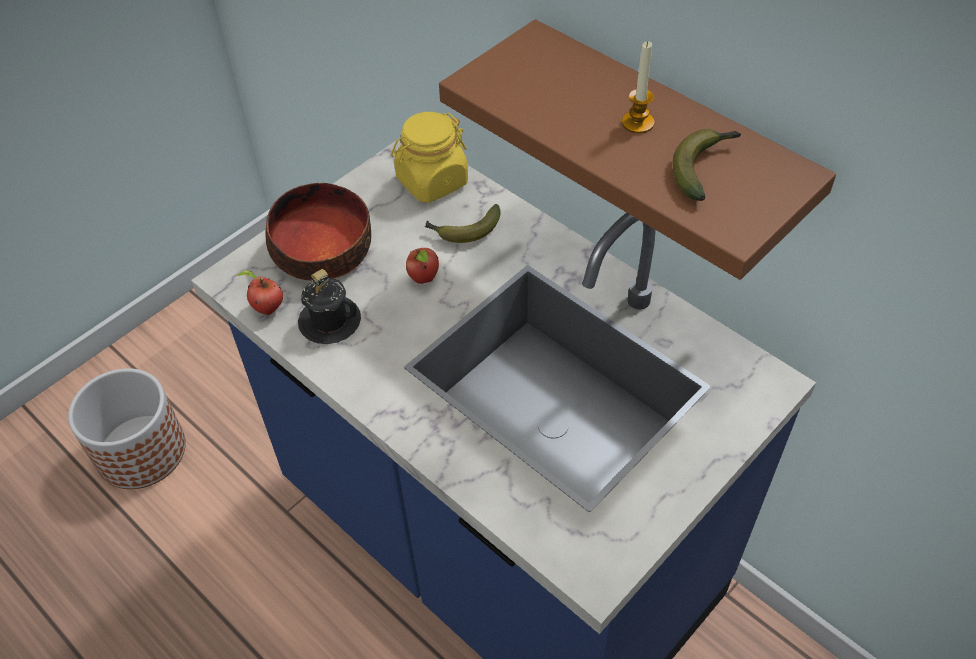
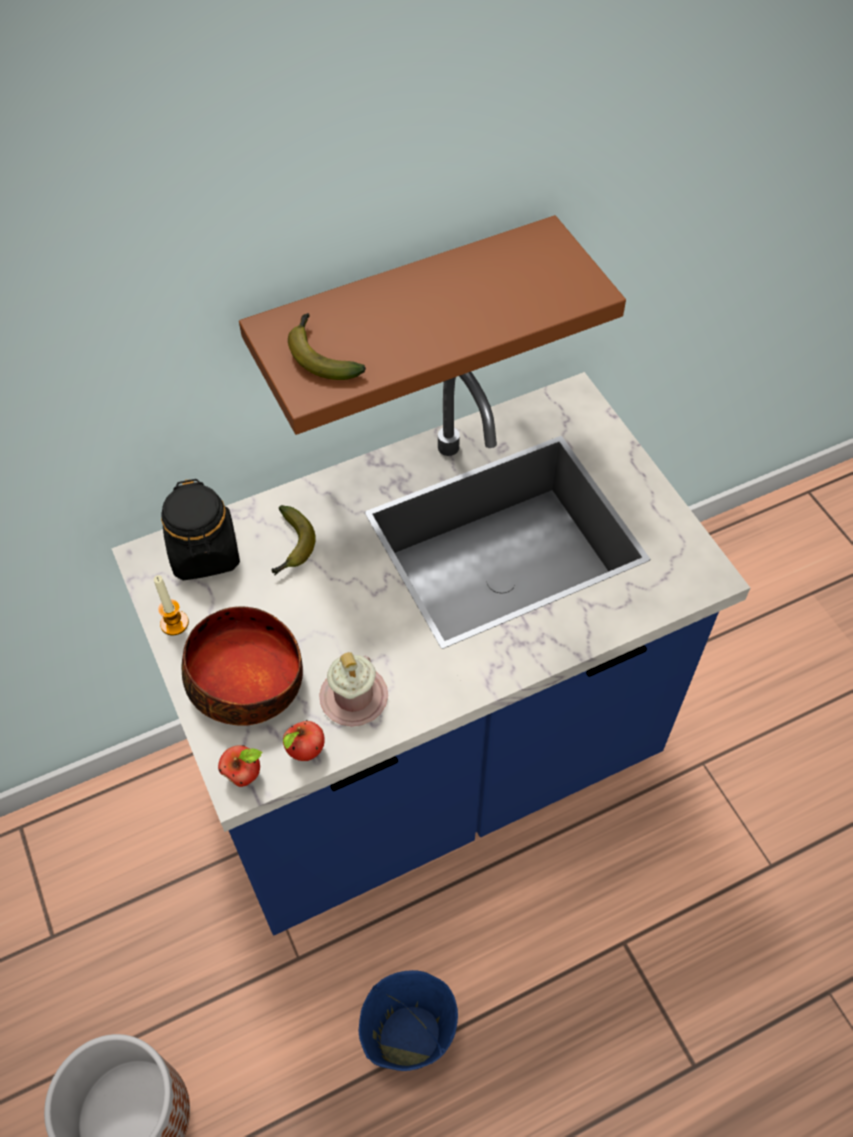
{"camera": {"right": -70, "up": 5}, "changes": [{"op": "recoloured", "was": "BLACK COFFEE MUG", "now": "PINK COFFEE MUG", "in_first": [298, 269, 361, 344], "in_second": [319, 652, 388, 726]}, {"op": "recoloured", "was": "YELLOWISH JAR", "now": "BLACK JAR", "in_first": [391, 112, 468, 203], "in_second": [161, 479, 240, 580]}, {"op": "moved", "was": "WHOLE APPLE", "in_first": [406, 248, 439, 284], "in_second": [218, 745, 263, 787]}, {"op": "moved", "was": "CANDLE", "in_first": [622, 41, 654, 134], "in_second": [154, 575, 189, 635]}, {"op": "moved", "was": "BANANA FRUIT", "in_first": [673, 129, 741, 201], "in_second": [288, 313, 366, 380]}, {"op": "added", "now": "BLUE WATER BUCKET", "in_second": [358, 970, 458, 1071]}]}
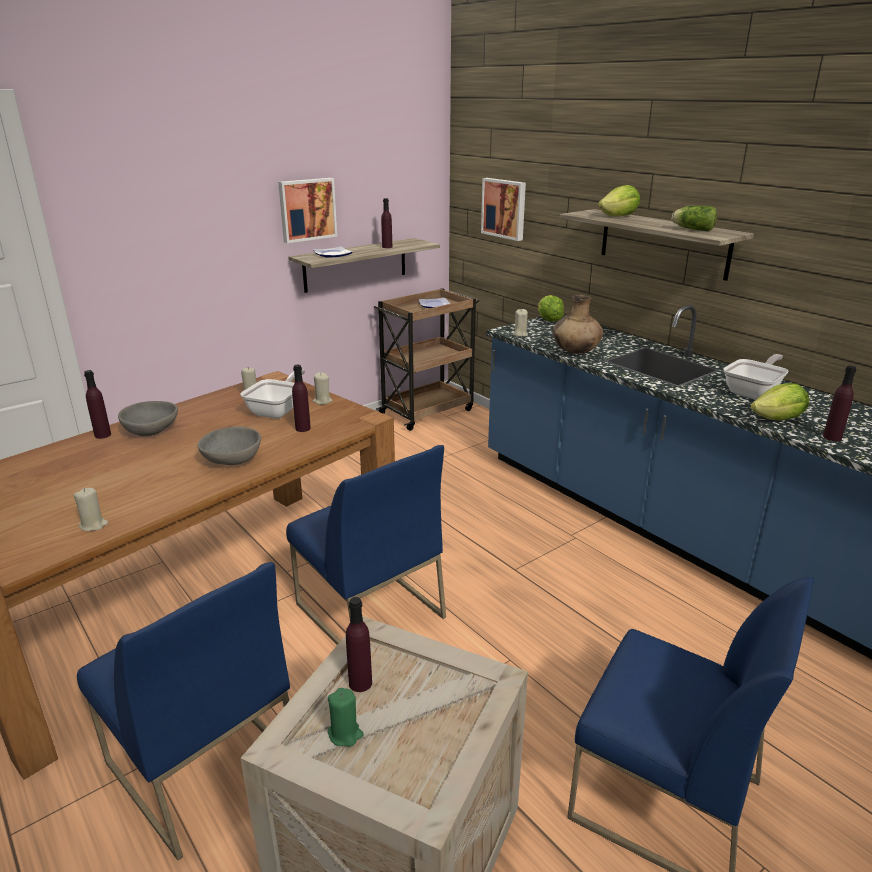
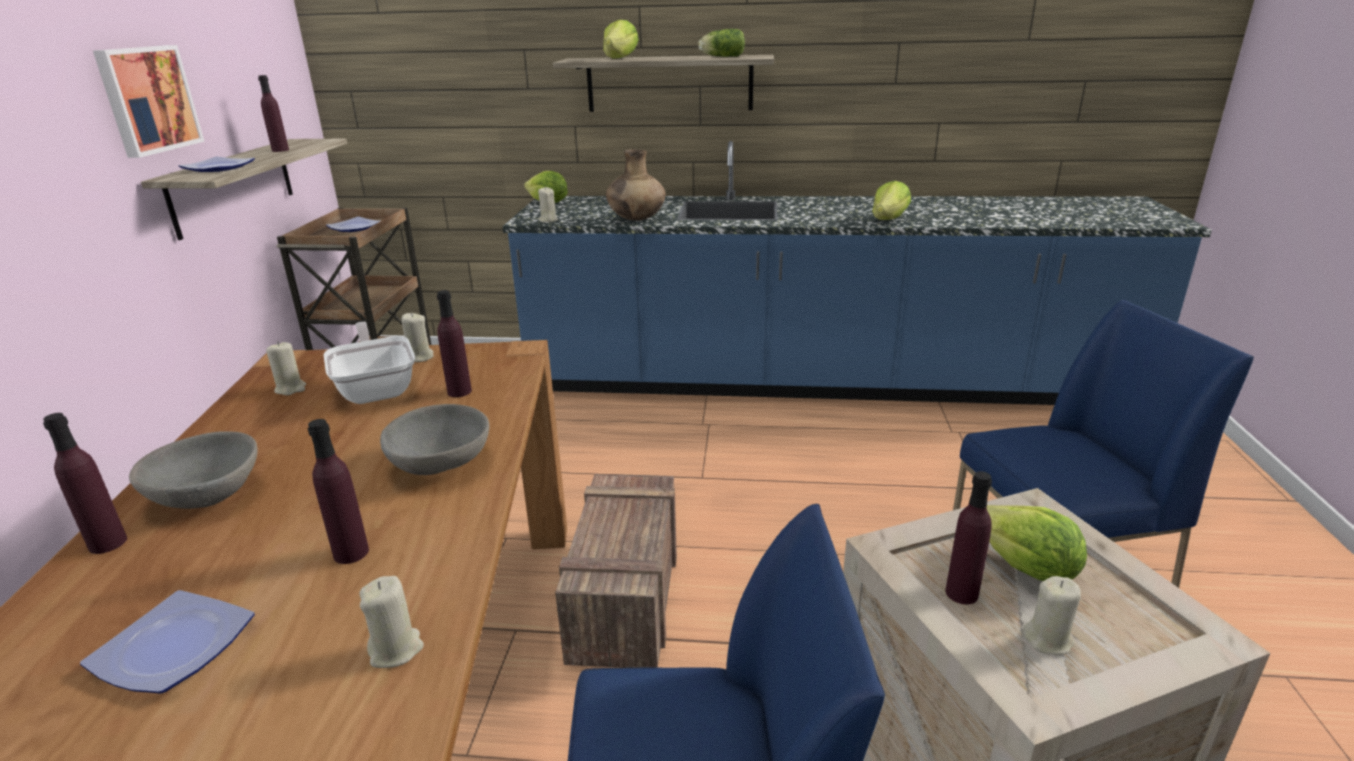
{"camera": {"right": -45, "up": 0}, "changes": [{"op": "replaced", "was": "BLUE CHAIR", "now": "SHIPPING CRATE", "in_first": [286, 445, 446, 645], "in_second": [555, 474, 677, 668]}, {"op": "recoloured", "was": "GREEN CANDLE", "now": "BEIGE-COLOURED CANDLE", "in_first": [328, 688, 364, 747], "in_second": [1023, 576, 1081, 655]}, {"op": "removed", "was": "WALL ART", "in_first": [481, 178, 526, 241]}, {"op": "removed", "was": "SKILLET", "in_first": [724, 354, 789, 400]}, {"op": "moved", "was": "PURPLE-COLOURED BEVERAGE BOTTLE", "in_first": [823, 365, 856, 441], "in_second": [308, 419, 369, 564]}, {"op": "added", "now": "FLAT DISH", "in_second": [80, 590, 254, 693]}, {"op": "added", "now": "LETTUCE HEAD", "in_second": [987, 505, 1087, 581]}]}
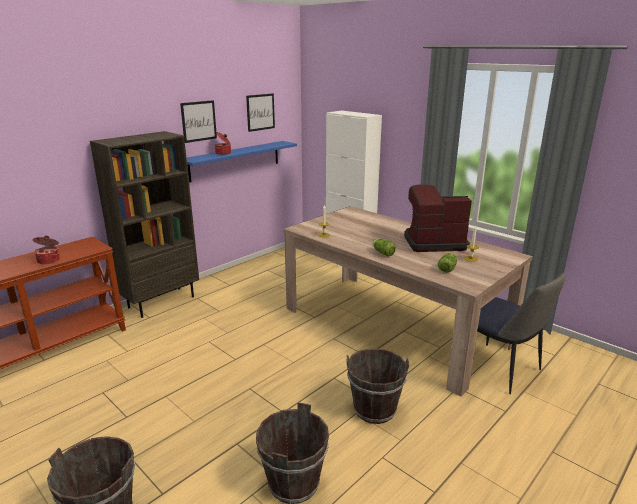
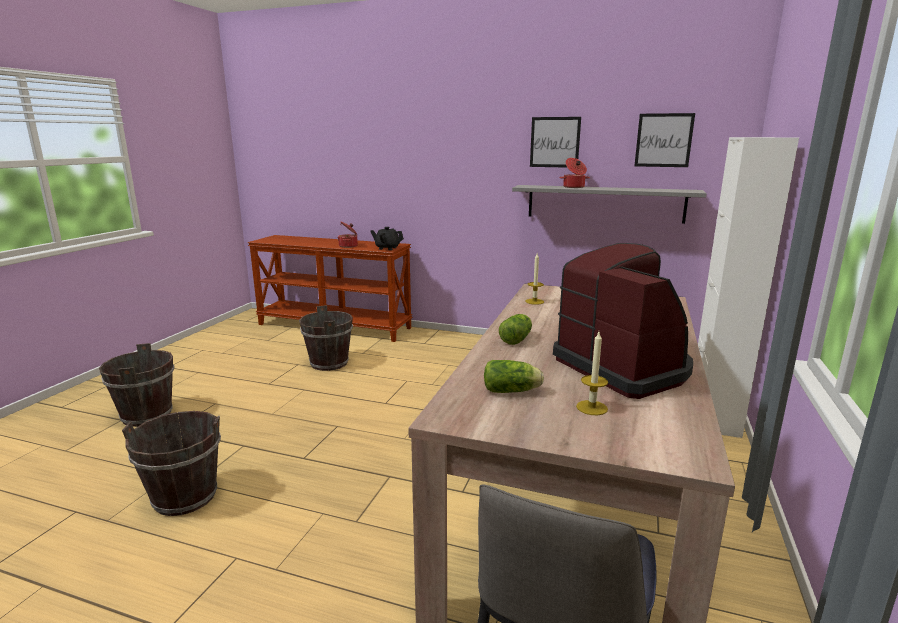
{"camera": {"right": 65, "up": -5}, "changes": [{"op": "removed", "was": "BROWN-COLOURED BOOKCASE", "in_first": [90, 131, 199, 318]}, {"op": "recoloured", "was": "BLUE WALL SHELF", "now": "GREY WALL SHELF", "in_first": [186, 141, 297, 182], "in_second": [512, 185, 707, 224]}, {"op": "moved", "was": "BROWN-COLOURED WATER BUCKET", "in_first": [347, 349, 409, 424], "in_second": [299, 305, 353, 371]}, {"op": "added", "now": "BLACK TEAPOT", "in_second": [370, 227, 404, 250]}]}
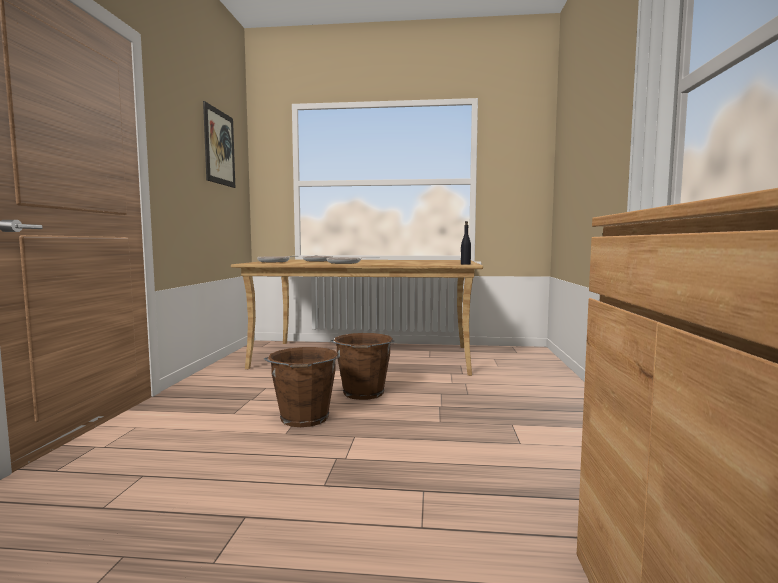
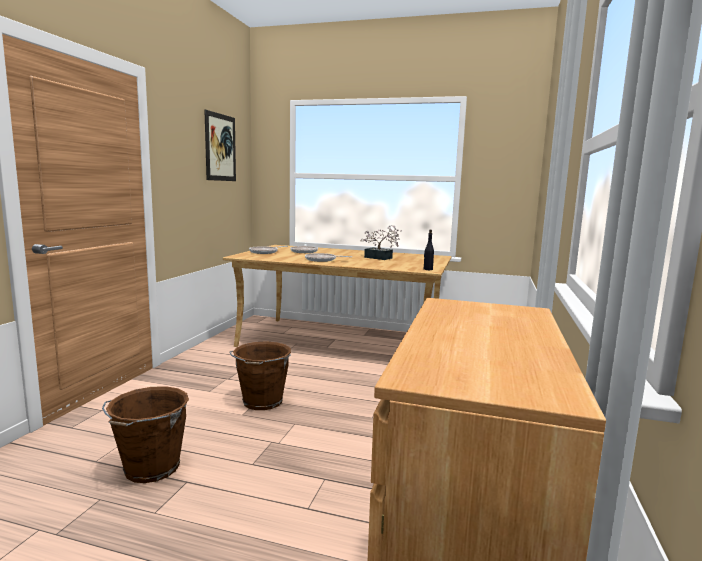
{"camera": {"right": 10, "up": 5}, "changes": [{"op": "moved", "was": "BROWN-COLOURED WATER BUCKET", "in_first": [330, 333, 394, 400], "in_second": [102, 386, 189, 483]}, {"op": "added", "now": "POTTED PLANT", "in_second": [360, 225, 402, 260]}]}
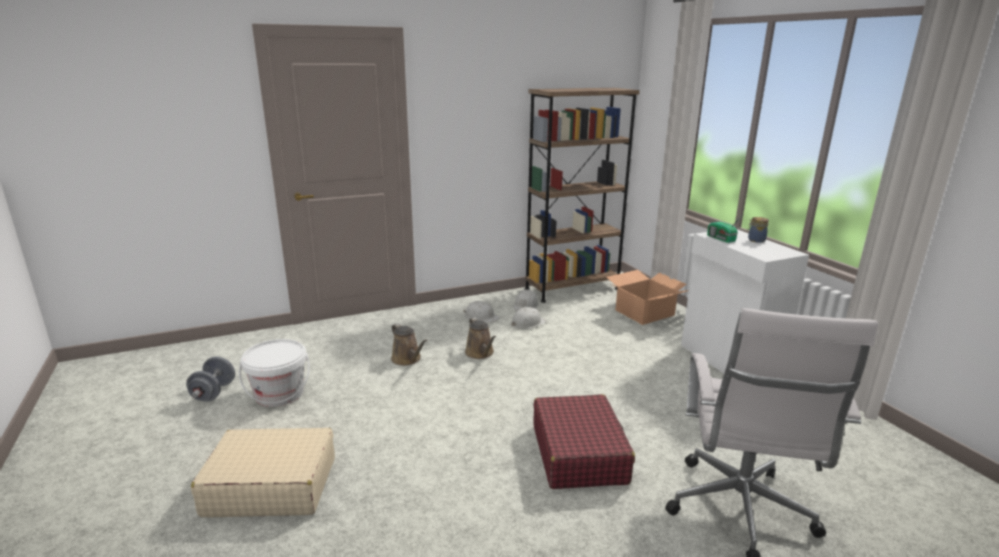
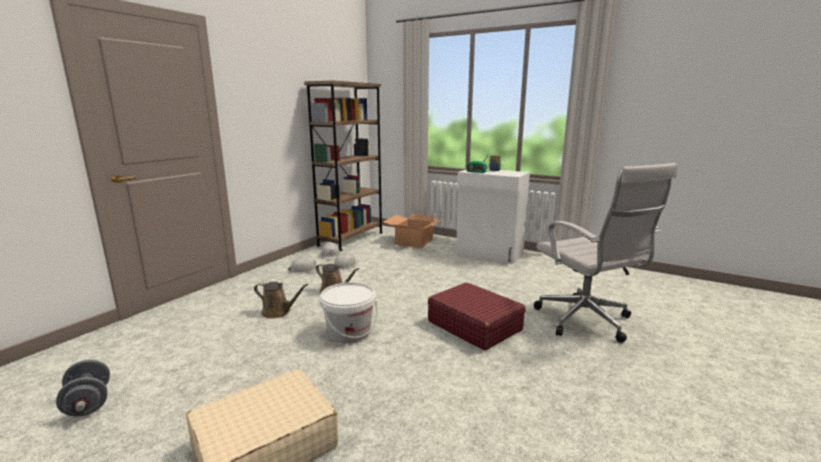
{"camera": {"right": -35, "up": -5}, "changes": [{"op": "moved", "was": "WHITISH WATER BUCKET", "in_first": [239, 339, 310, 407], "in_second": [319, 282, 378, 343]}]}
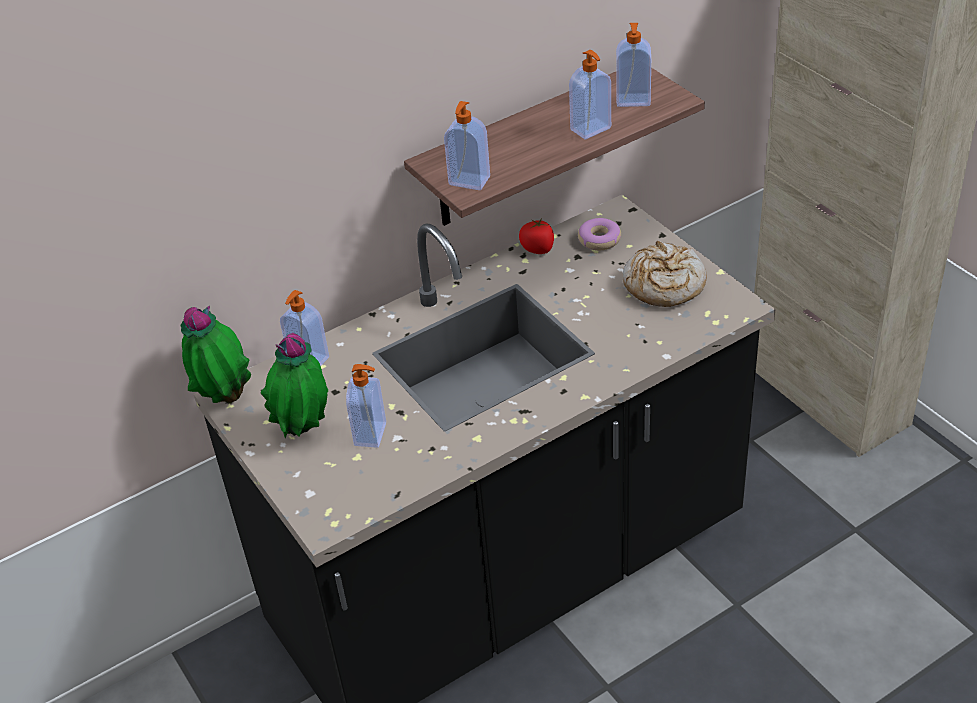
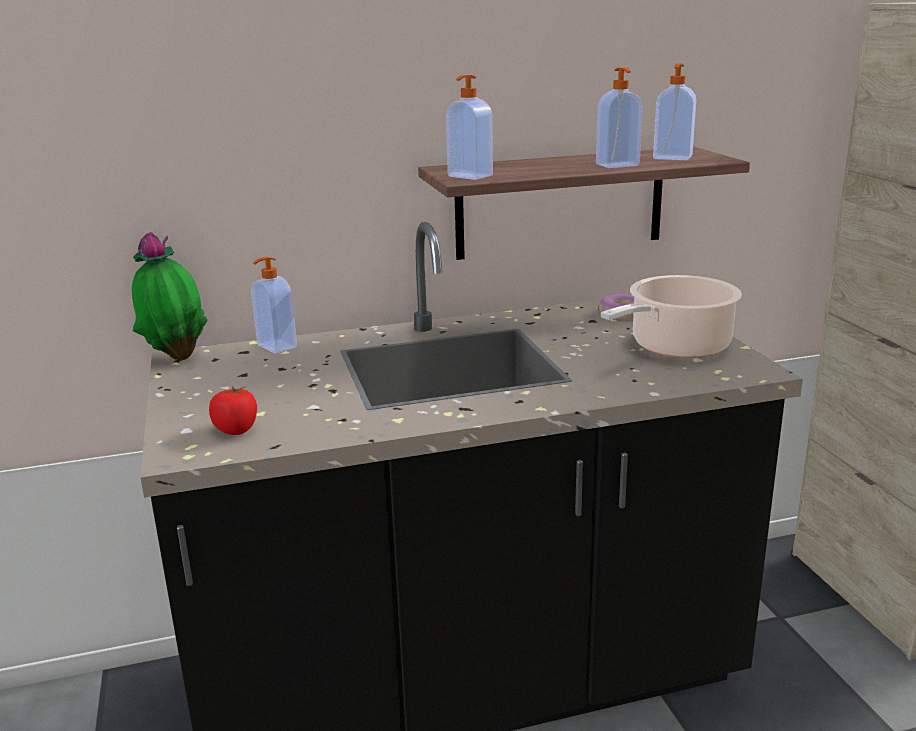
{"camera": {"right": 15, "up": -20}, "changes": [{"op": "removed", "was": "POTTED PLANT", "in_first": [260, 333, 328, 438]}, {"op": "removed", "was": "LIQUID SOAP BOTTLE", "in_first": [346, 364, 386, 448]}, {"op": "moved", "was": "WHOLE TOMATO", "in_first": [519, 218, 554, 254], "in_second": [209, 386, 257, 435]}, {"op": "replaced", "was": "BAKED BREAD", "now": "SAUCEPOT", "in_first": [623, 241, 707, 307], "in_second": [601, 275, 742, 358]}]}
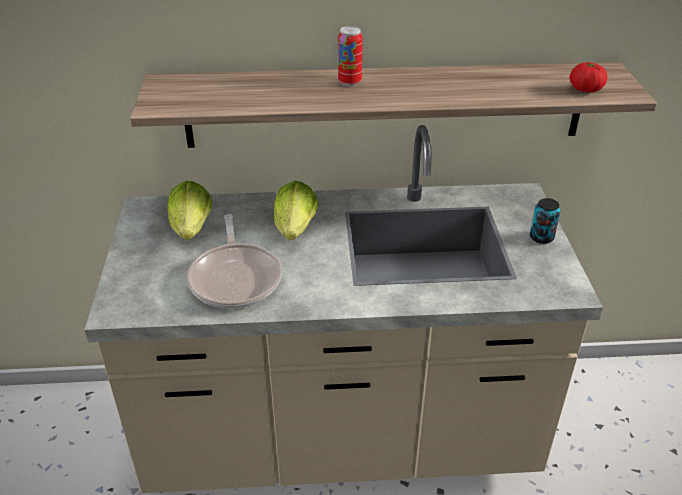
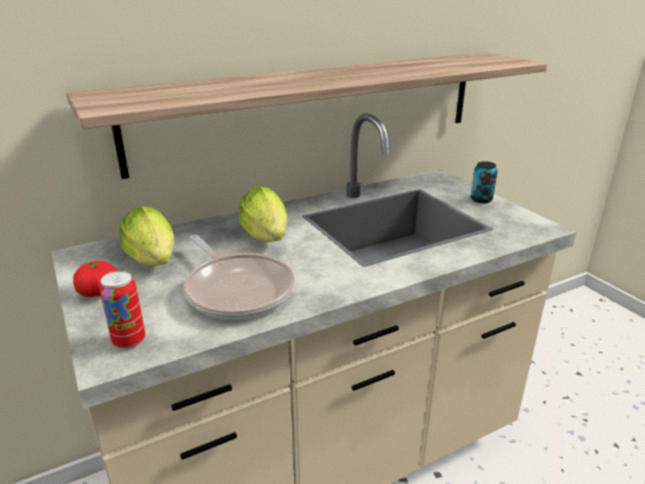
{"camera": {"right": -25, "up": -10}, "changes": [{"op": "moved", "was": "METAL CAN", "in_first": [338, 26, 363, 86], "in_second": [100, 271, 145, 349]}, {"op": "moved", "was": "WHOLE TOMATO", "in_first": [570, 62, 608, 92], "in_second": [73, 261, 117, 297]}]}
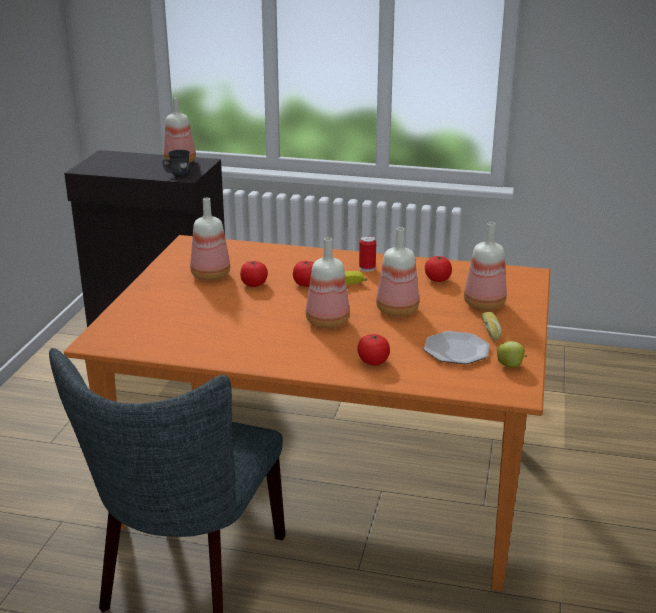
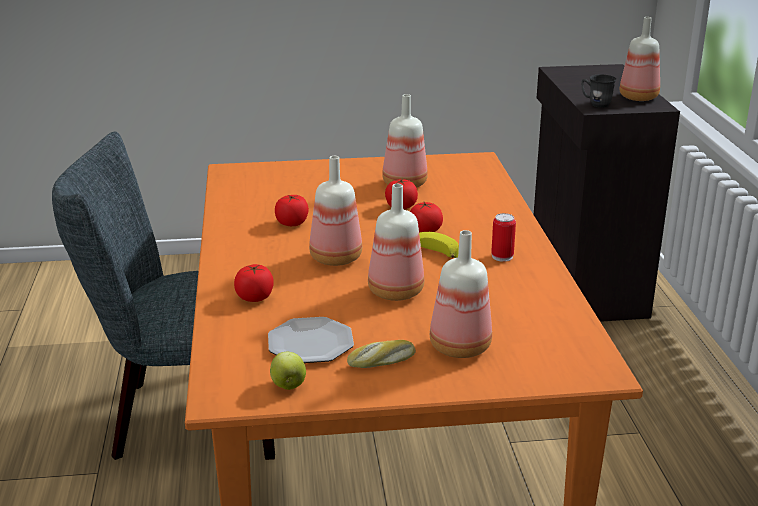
{"camera": {"right": 70, "up": 0}, "changes": [{"op": "moved", "was": "WHOLE TOMATO", "in_first": [425, 256, 452, 282], "in_second": [275, 195, 309, 226]}]}
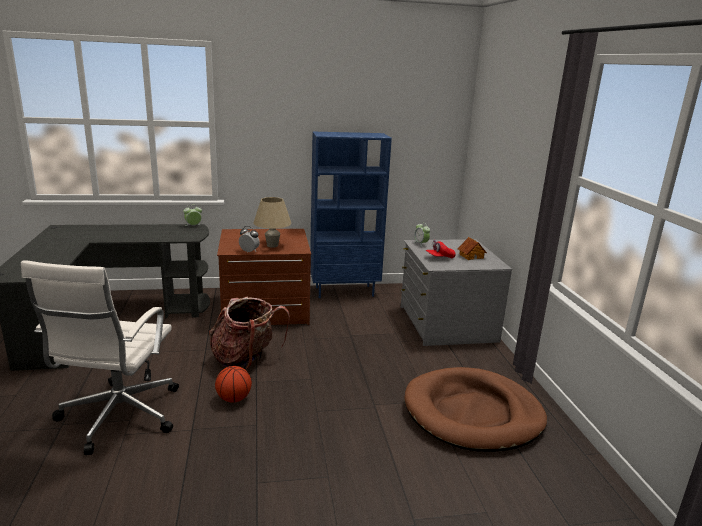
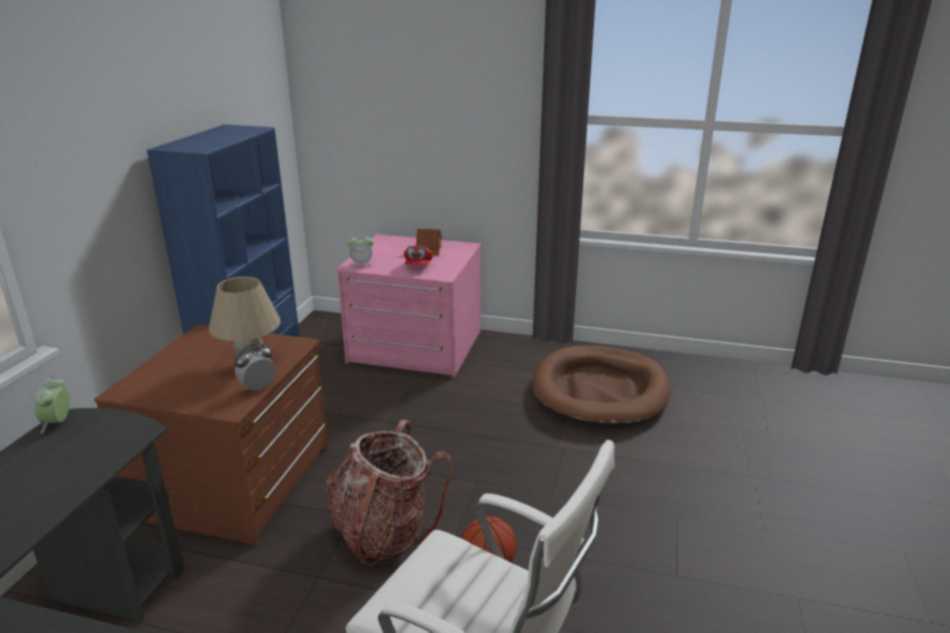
{"camera": {"right": -65, "up": 5}, "changes": [{"op": "recoloured", "was": "GREY DRAWER CHEST", "now": "PINK DRAWER CHEST", "in_first": [400, 239, 512, 346], "in_second": [335, 234, 481, 378]}]}
